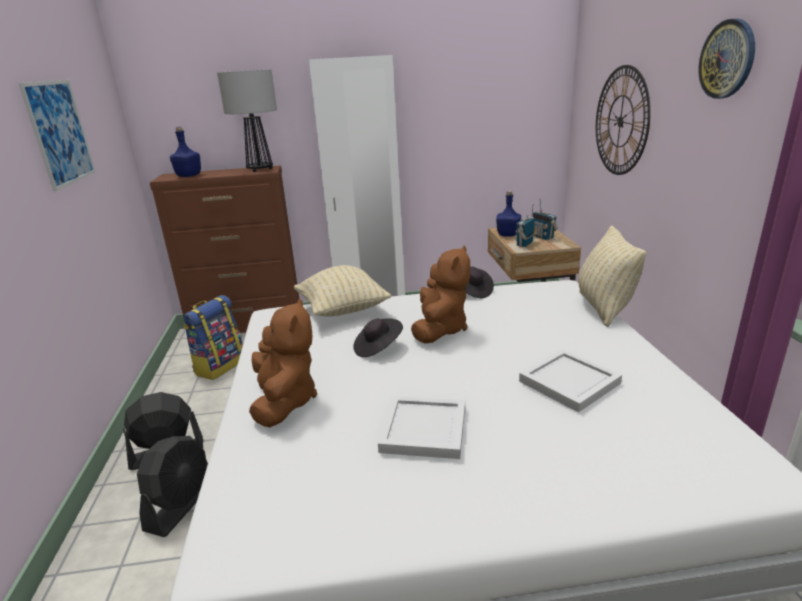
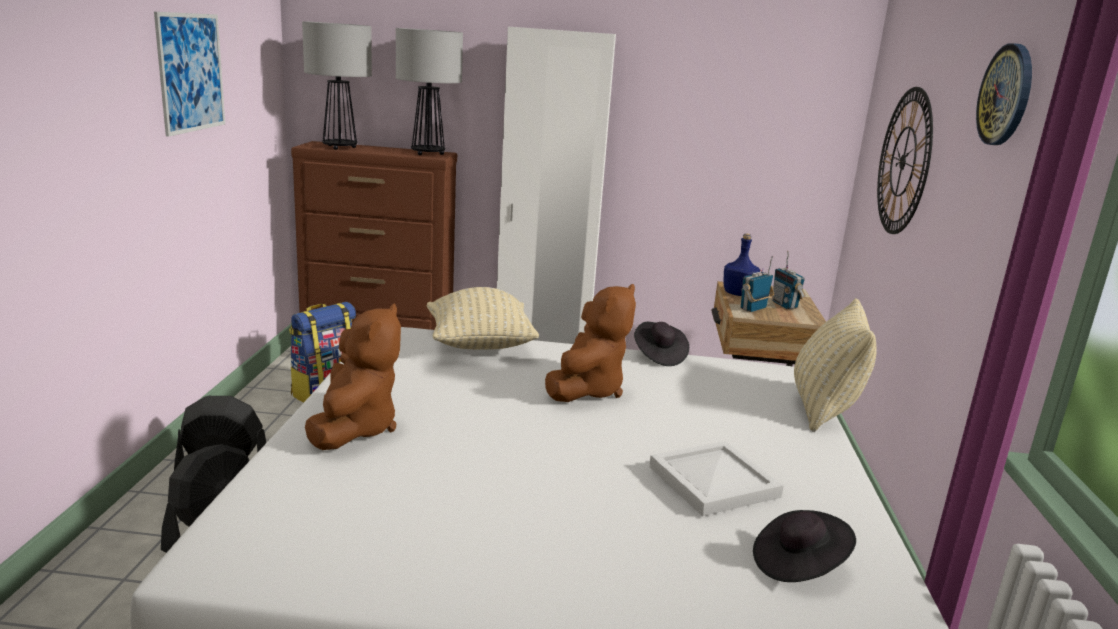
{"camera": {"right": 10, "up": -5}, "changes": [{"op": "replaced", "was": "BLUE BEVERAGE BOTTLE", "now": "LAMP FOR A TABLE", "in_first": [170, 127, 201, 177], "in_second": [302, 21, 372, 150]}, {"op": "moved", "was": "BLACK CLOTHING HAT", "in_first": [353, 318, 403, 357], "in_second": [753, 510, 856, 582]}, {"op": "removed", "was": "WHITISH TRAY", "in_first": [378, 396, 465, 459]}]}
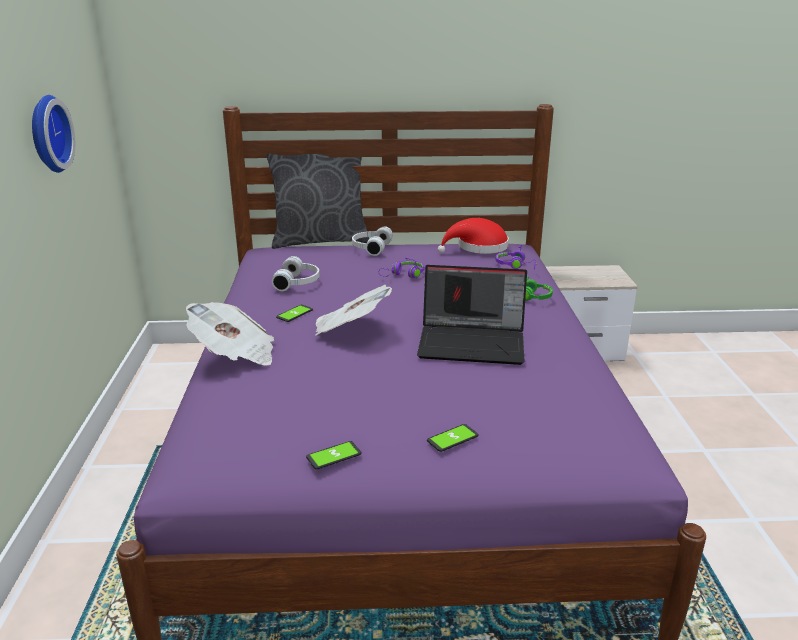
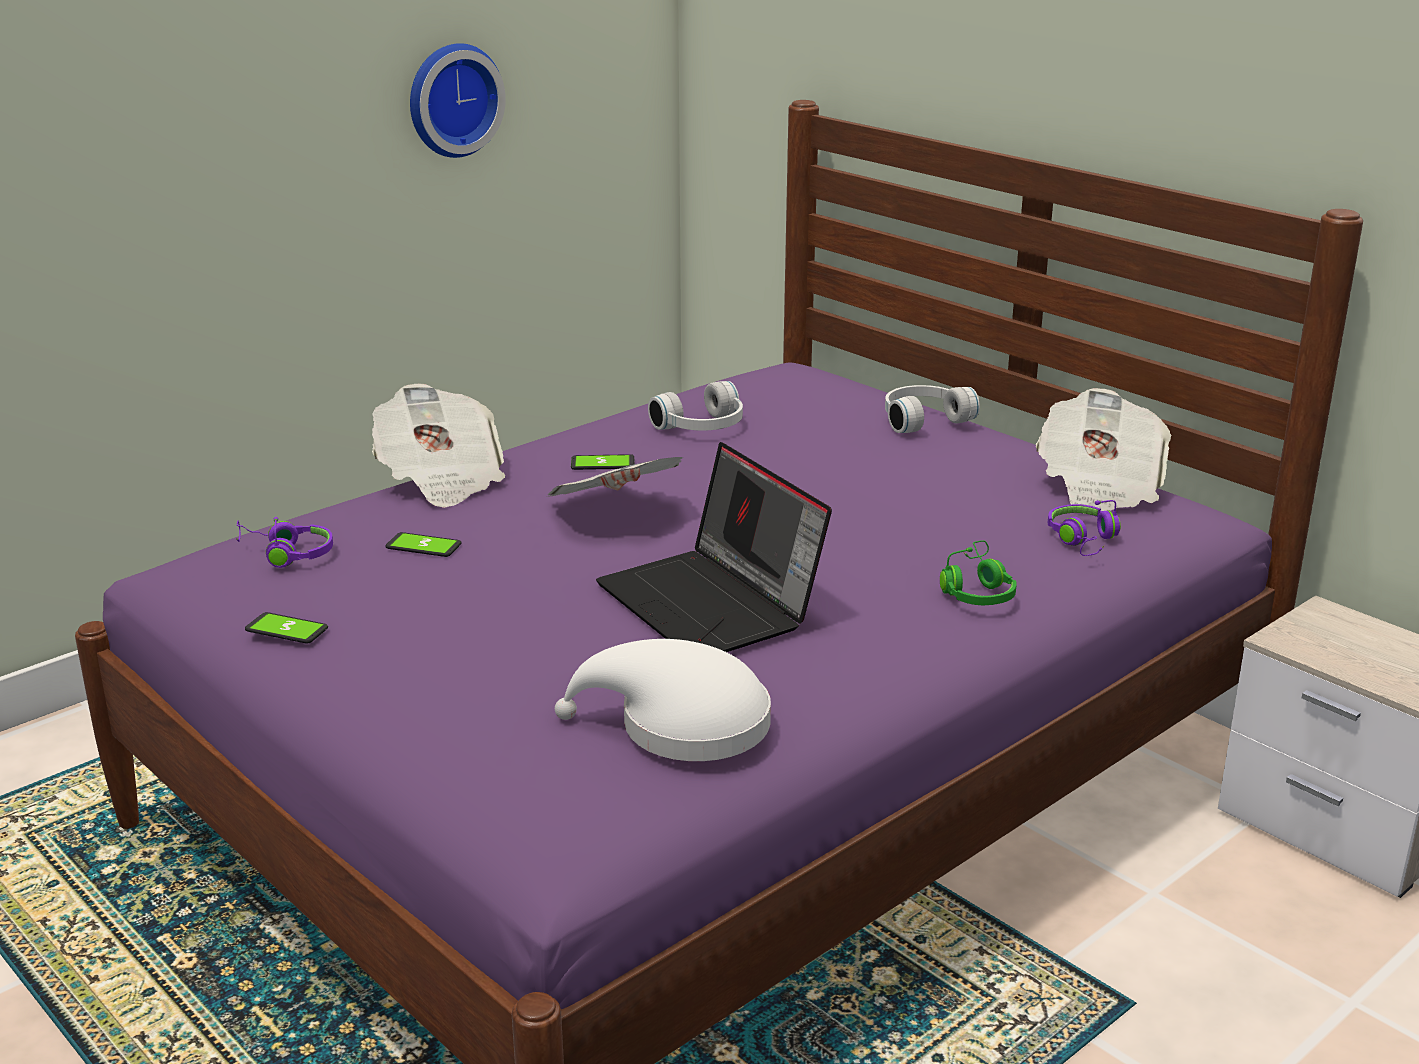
{"camera": {"right": 50, "up": 0}, "changes": [{"op": "removed", "was": "GREY THROW PILLOW", "in_first": [267, 154, 369, 249]}, {"op": "moved", "was": "PURPLE-COLOURED HEADSET", "in_first": [379, 257, 425, 279], "in_second": [236, 517, 333, 568]}, {"op": "moved", "was": "HANDSET", "in_first": [427, 424, 479, 452], "in_second": [386, 532, 461, 557]}, {"op": "replaced", "was": "REDDISH CLOTHING HAT", "now": "DAILY PAPER", "in_first": [438, 218, 509, 254], "in_second": [1036, 388, 1171, 511]}, {"op": "added", "now": "WHITISH CLOTHING HAT", "in_second": [555, 639, 771, 761]}]}
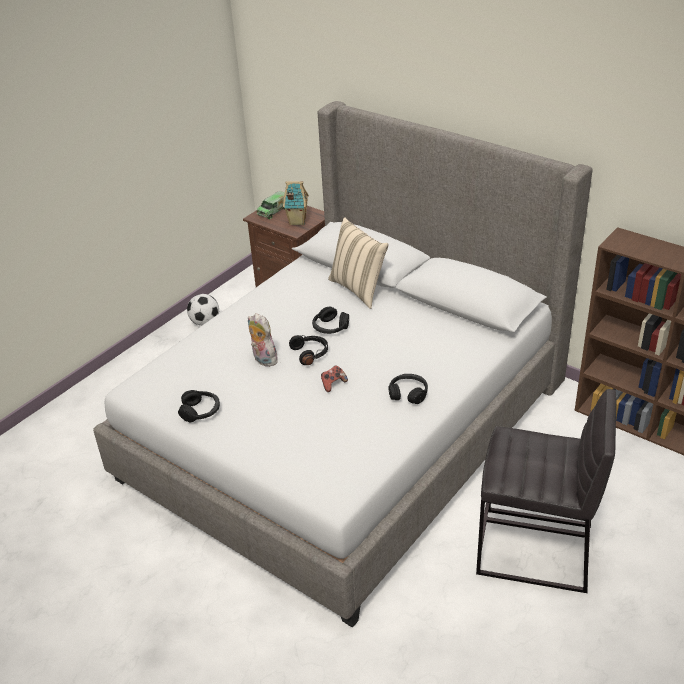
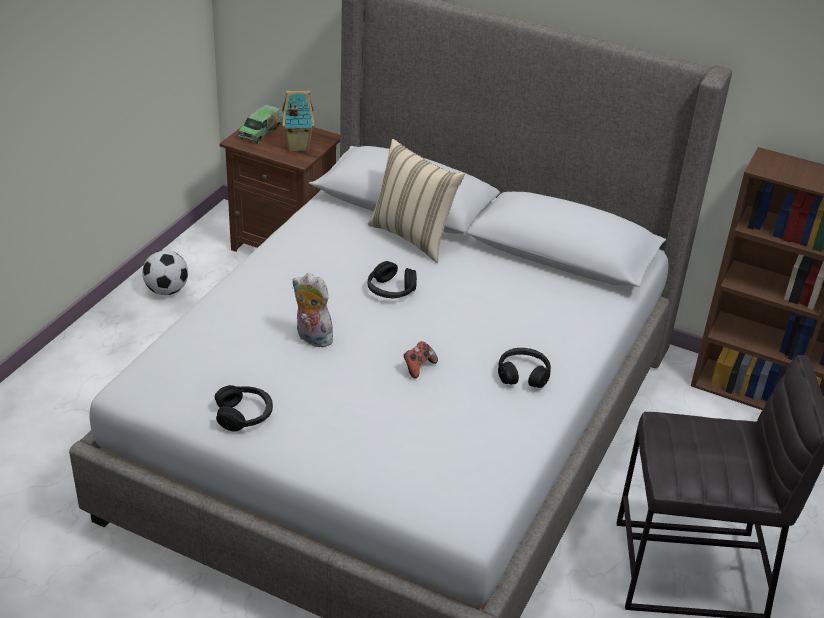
{"camera": {"right": -15, "up": 0}, "changes": [{"op": "removed", "was": "BLACK HEADSET", "in_first": [289, 335, 328, 365]}]}
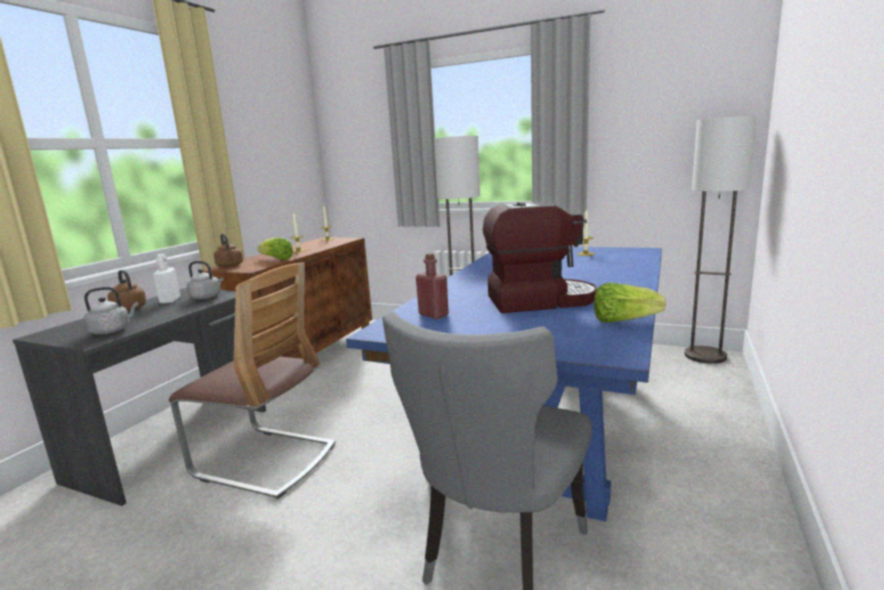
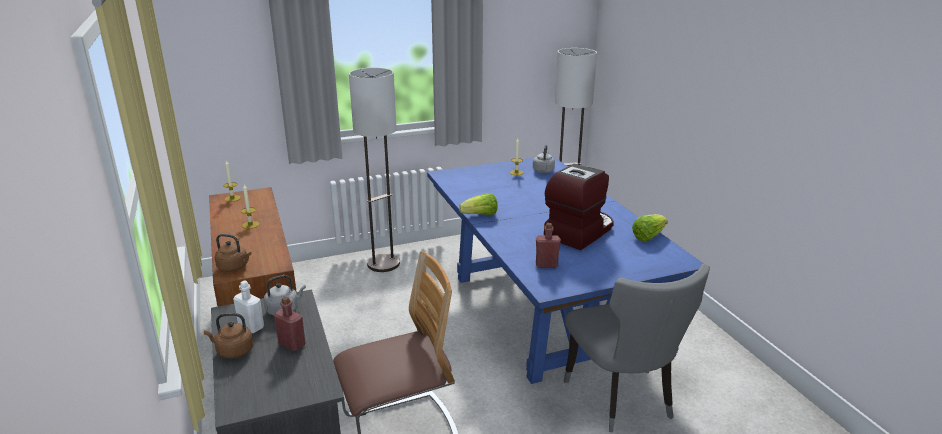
{"camera": {"right": -45, "up": 10}, "changes": [{"op": "moved", "was": "GREY KETTLE", "in_first": [84, 287, 138, 334], "in_second": [533, 144, 555, 173]}, {"op": "moved", "was": "LETTUCE HEAD", "in_first": [258, 237, 293, 260], "in_second": [459, 193, 498, 215]}, {"op": "added", "now": "REDDISH BEVERAGE BOTTLE", "in_second": [274, 297, 305, 351]}]}
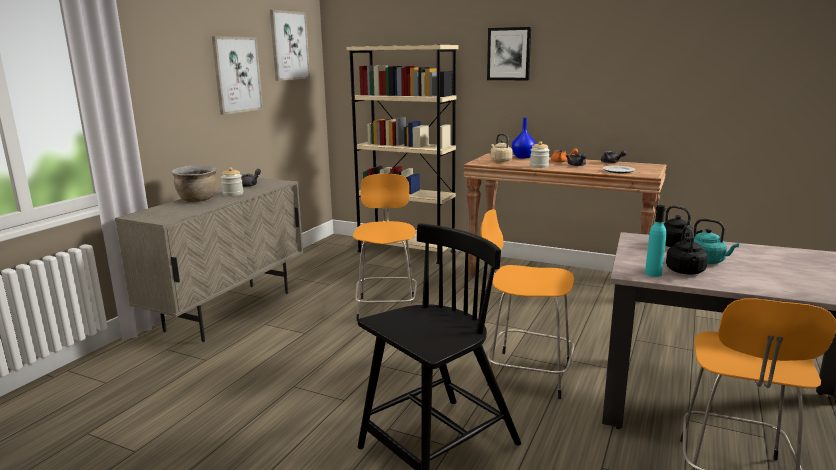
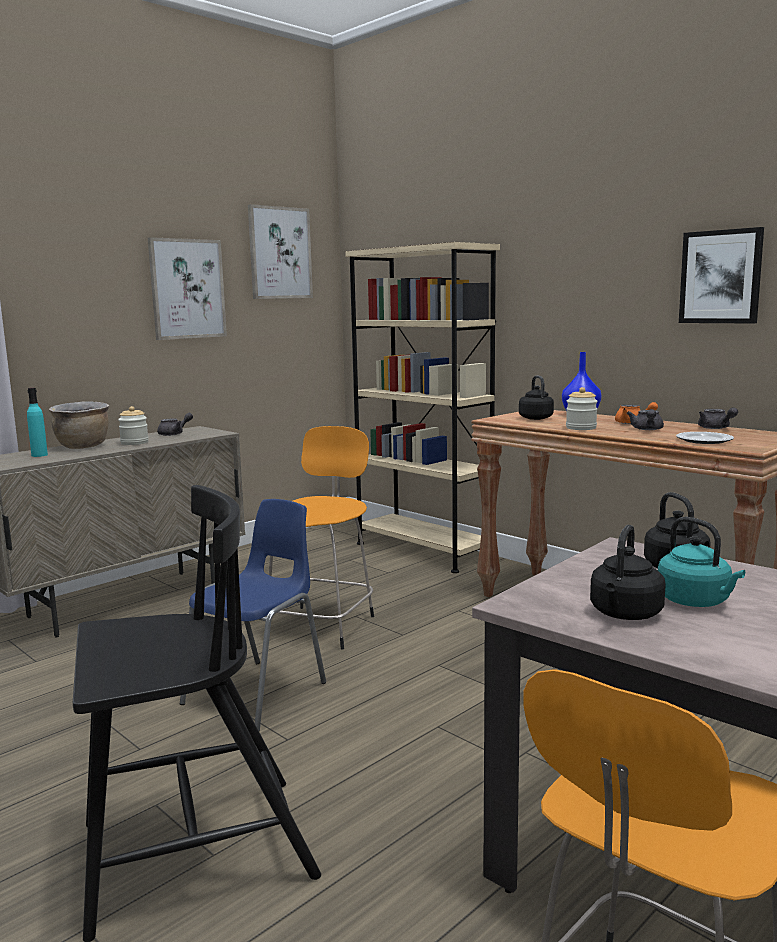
{"camera": {"right": 20, "up": -5}, "changes": [{"op": "removed", "was": "ORANGE STOOL", "in_first": [480, 209, 574, 399]}, {"op": "moved", "was": "WALL ART", "in_first": [487, 27, 531, 80], "in_second": [679, 227, 764, 324]}, {"op": "recoloured", "was": "BEIGE-COLOURED KETTLE", "now": "BLACK KETTLE", "in_first": [490, 134, 513, 162], "in_second": [519, 375, 554, 420]}, {"op": "moved", "was": "TURQUOISE-COLOURED BEVERAGE BOTTLE", "in_first": [645, 205, 666, 277], "in_second": [27, 388, 48, 457]}, {"op": "added", "now": "BLUE CHAIR", "in_second": [180, 499, 326, 731]}]}
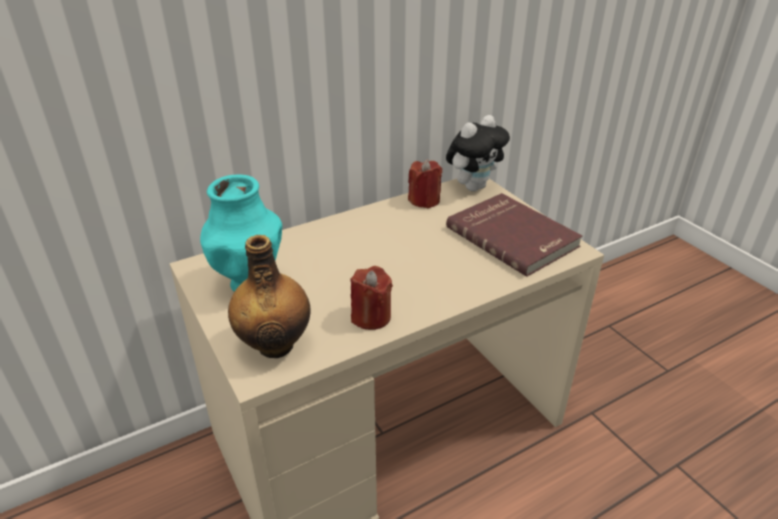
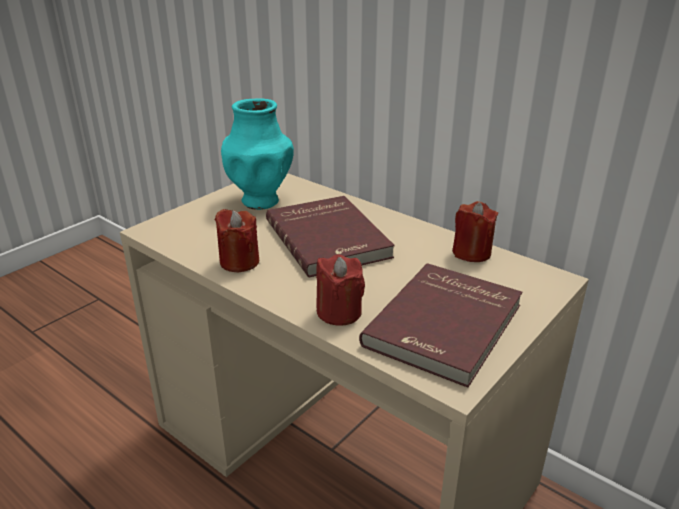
{"camera": {"right": 70, "up": -5}, "changes": [{"op": "removed", "was": "BEVERAGE BOTTLE", "in_first": [228, 235, 311, 358]}, {"op": "removed", "was": "PLUSH TOY", "in_first": [446, 115, 510, 191]}, {"op": "added", "now": "REDDISH BOUND BOOK", "in_second": [266, 196, 395, 277]}, {"op": "added", "now": "REDDISH CANDLE", "in_second": [316, 254, 365, 326]}]}
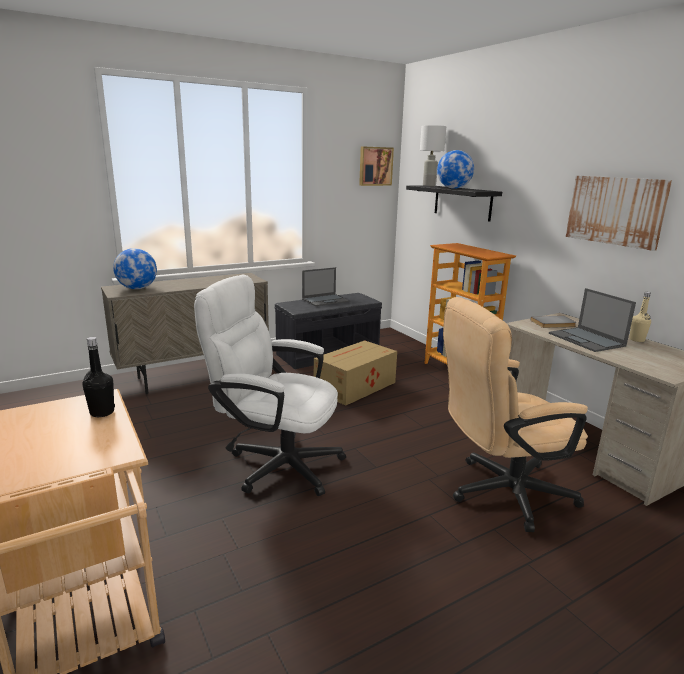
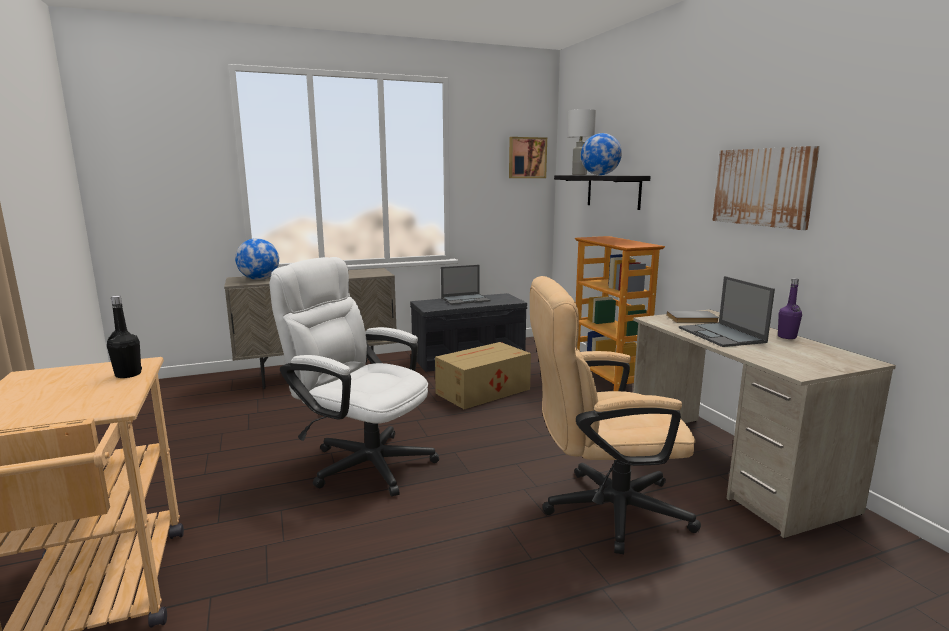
{"camera": {"right": 10, "up": -5}, "changes": [{"op": "recoloured", "was": "BEIGE-COLOURED BEVERAGE BOTTLE", "now": "PURPLE-COLOURED BEVERAGE BOTTLE", "in_first": [629, 292, 651, 342], "in_second": [778, 278, 802, 339]}]}
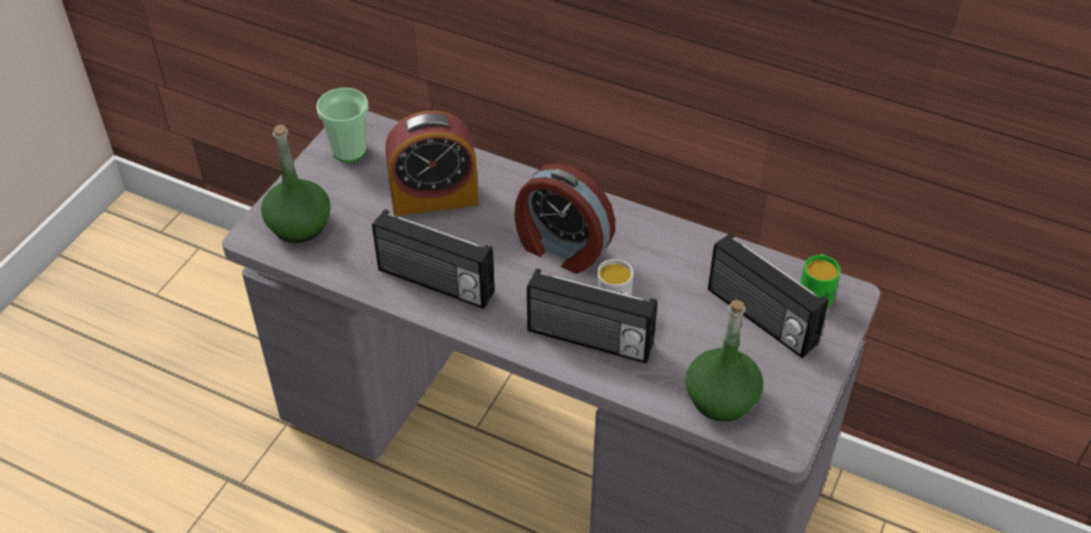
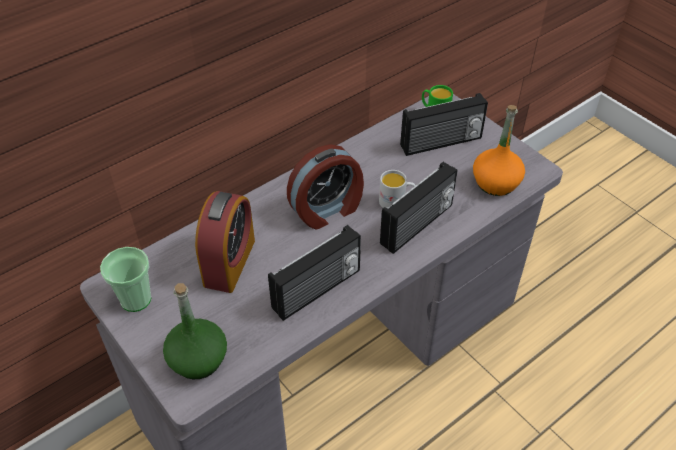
{"camera": {"right": -65, "up": 0}, "changes": [{"op": "recoloured", "was": "GREEN BEVERAGE BOTTLE", "now": "ORANGE BEVERAGE BOTTLE", "in_first": [686, 300, 763, 422], "in_second": [473, 105, 525, 196]}]}
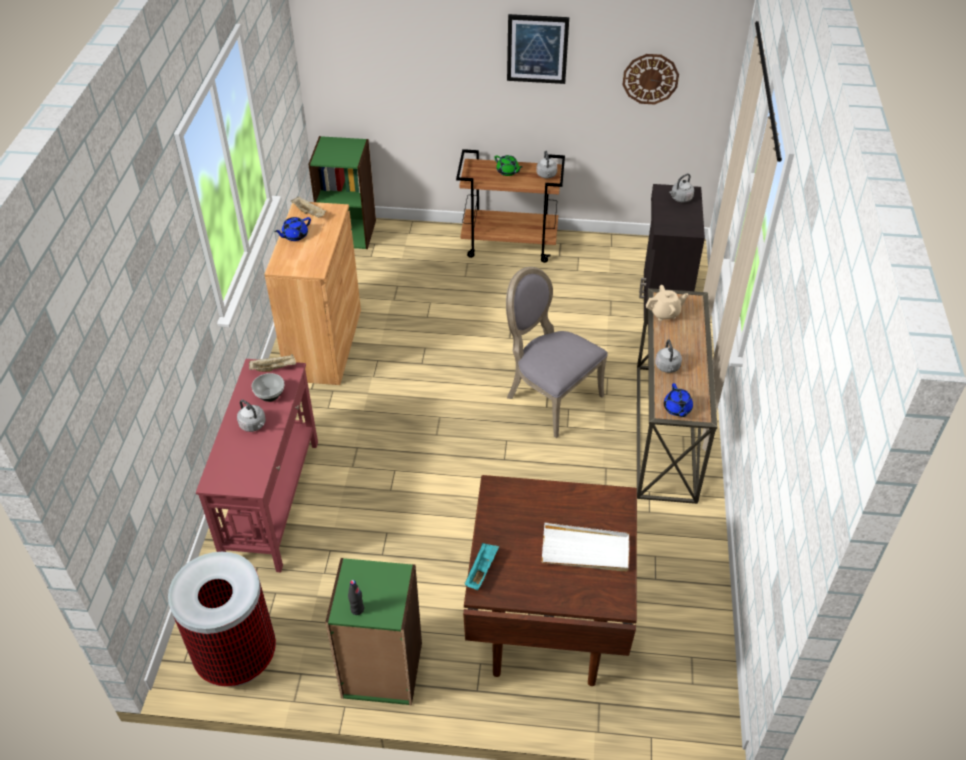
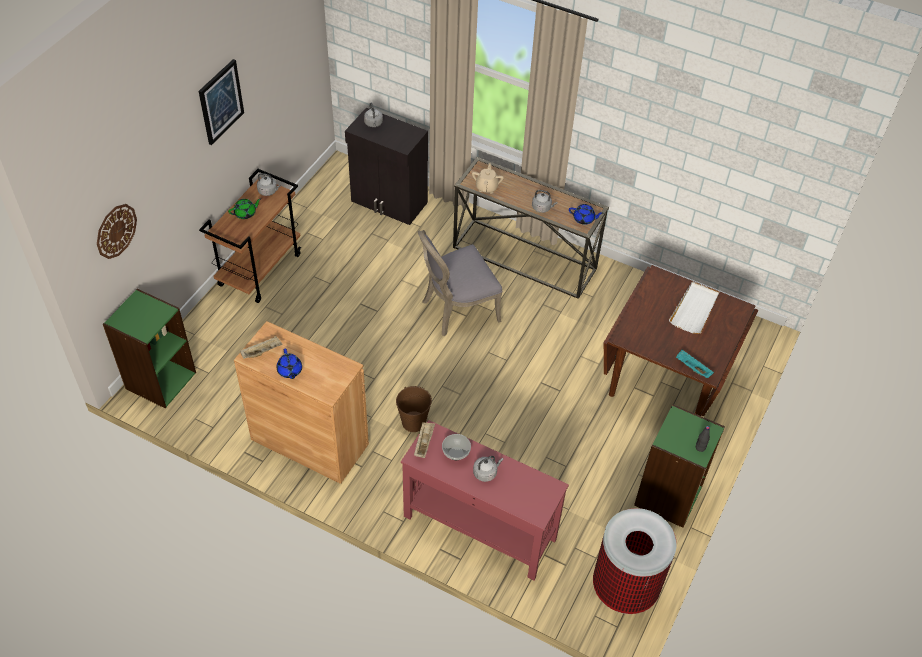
{"camera": {"right": -70, "up": 5}, "changes": [{"op": "moved", "was": "WALL CLOCK", "in_first": [622, 54, 679, 104], "in_second": [97, 204, 137, 259]}, {"op": "added", "now": "BROWN-COLOURED WATER BUCKET", "in_second": [396, 386, 432, 432]}]}
